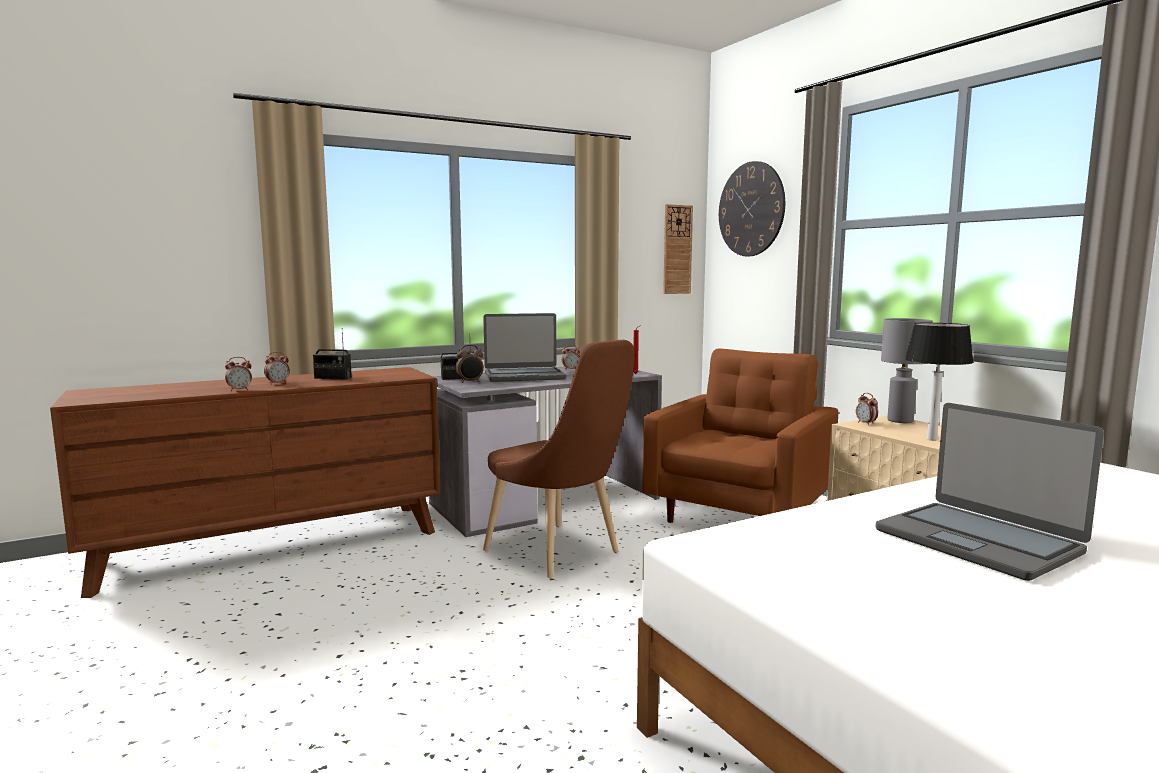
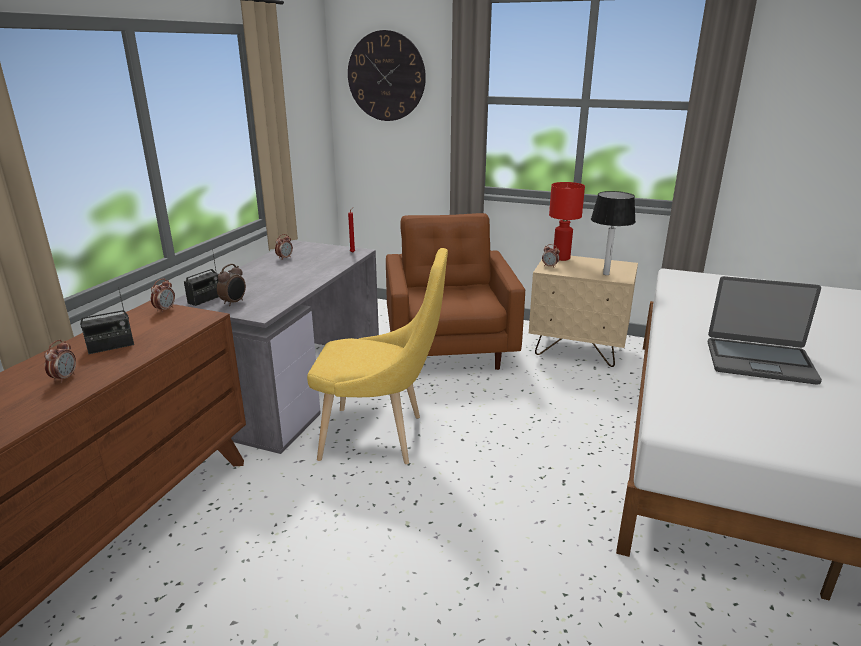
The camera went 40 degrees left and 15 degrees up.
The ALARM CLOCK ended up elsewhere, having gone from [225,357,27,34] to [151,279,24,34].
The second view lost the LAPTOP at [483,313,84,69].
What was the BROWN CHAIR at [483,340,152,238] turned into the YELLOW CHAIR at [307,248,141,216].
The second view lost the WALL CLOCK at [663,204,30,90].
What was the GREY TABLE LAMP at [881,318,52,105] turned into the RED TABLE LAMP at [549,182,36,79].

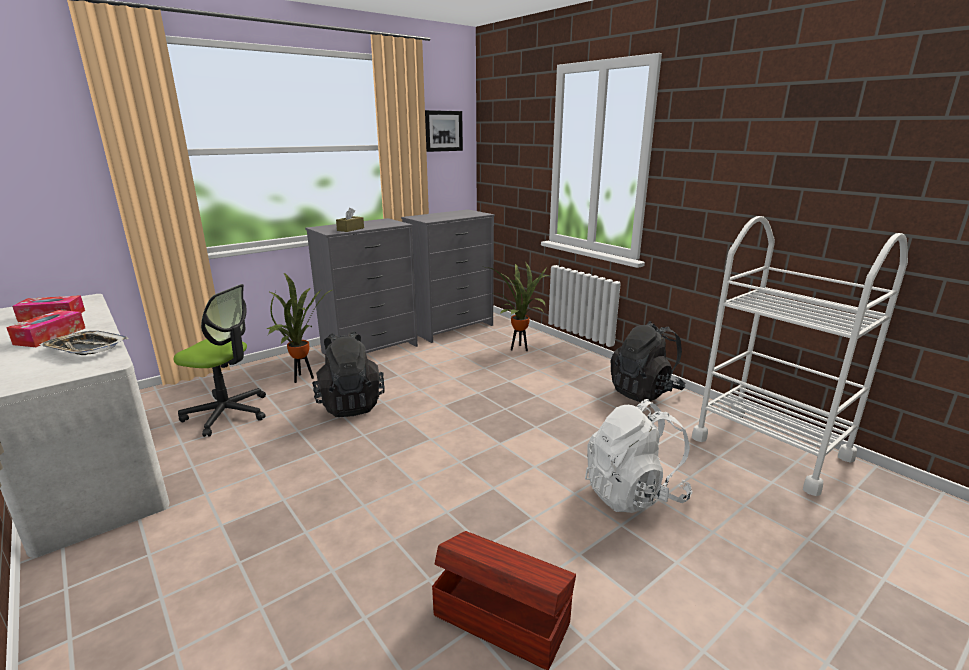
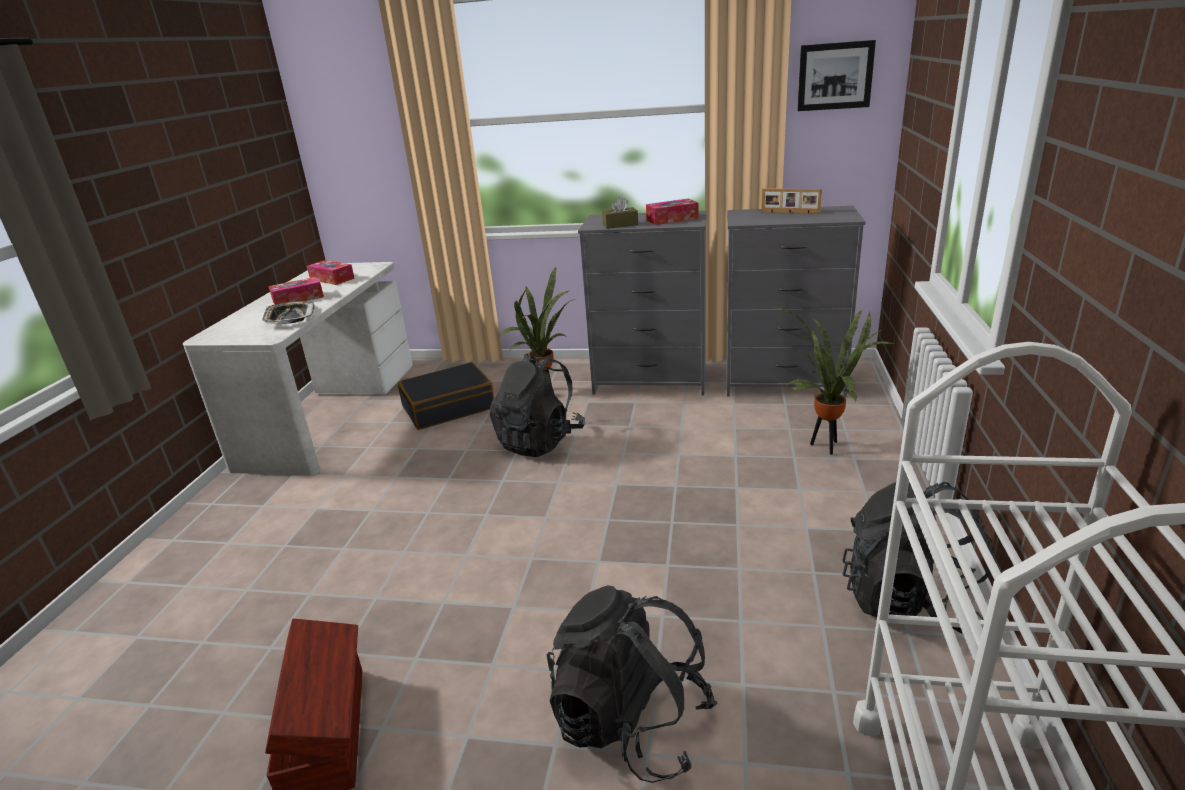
The camera went 50 degrees right and 5 degrees up.
Where the OFFICE CHAIR stood at [174,284,92,153], the BLACK SUITCASE came to stand at [398,362,96,68].
What was the WHITE BACKPACK at [585,399,107,114] turned into the BLACK BACKPACK at [547,585,170,198].
The second view gained the TISSUE BOX at [646,198,53,27].
The second view gained the PICTURE FRAME at [761,188,61,26].

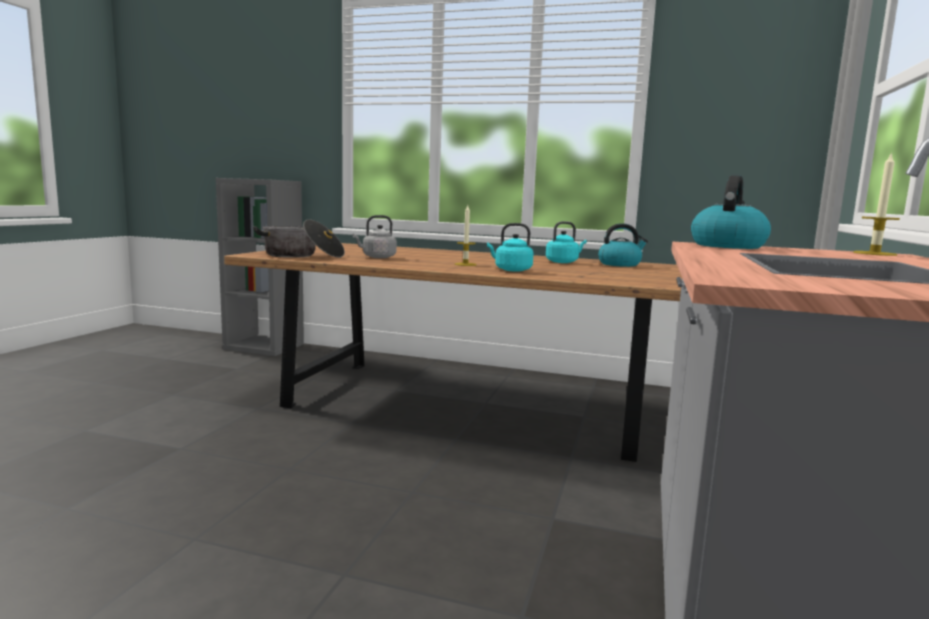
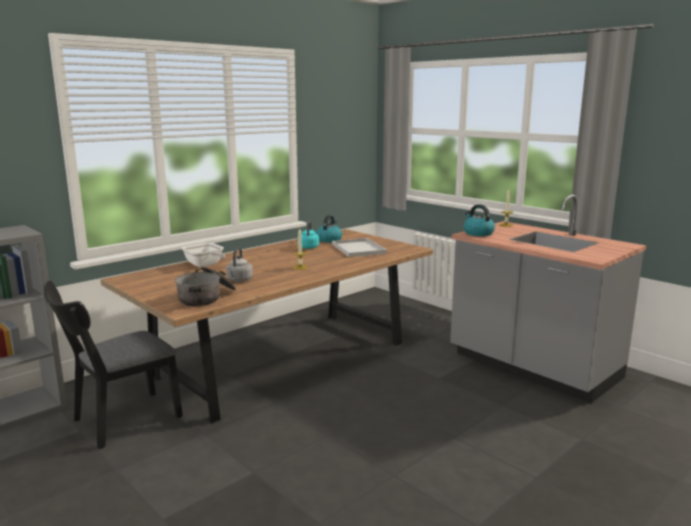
The camera went 60 degrees left and 5 degrees up.
The second view lost the TURQUOISE KETTLE at [487,223,47,49].
The second view gained the BLACK CHAIR at [44,281,139,168].
The second view gained the FRYING PAN at [182,243,43,24].
The second view gained the WHITE TRAY at [332,238,55,19].

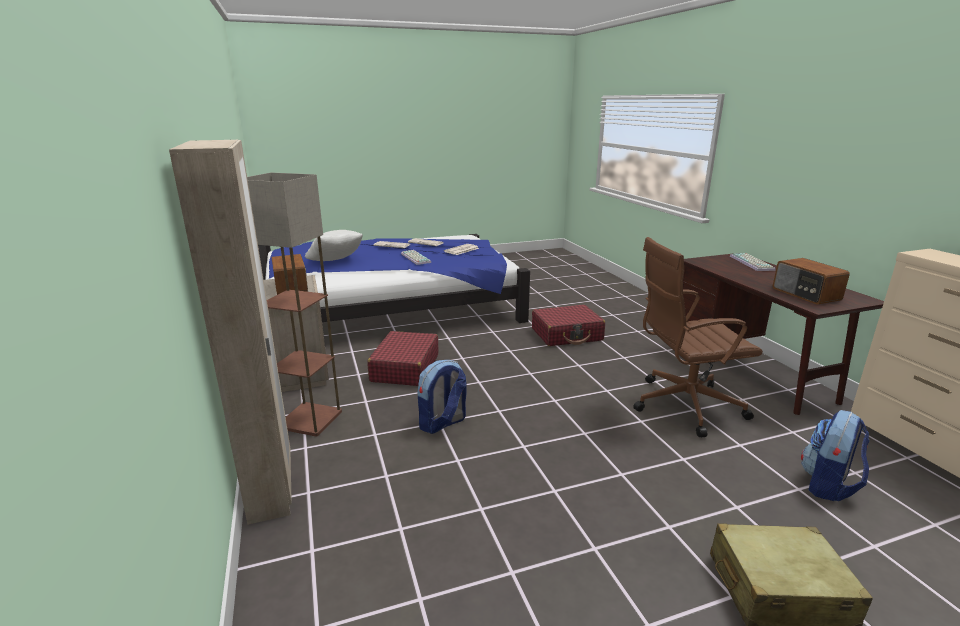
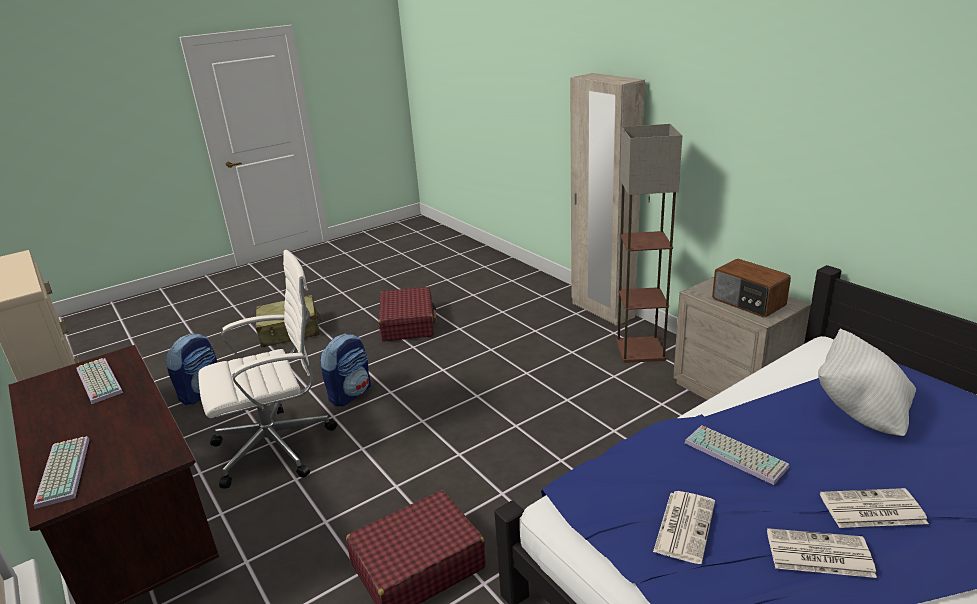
The camera went 165 degrees right and 5 degrees up.
The RED SUITCASE ended up elsewhere, having gone from [368,331,70,55] to [378,286,59,56].
The BACKPACK ended up elsewhere, having gone from [418,360,49,74] to [320,334,51,73].
What was the BROWN OFFICE CHAIR at [633,237,130,200] turned into the WHITE OFFICE CHAIR at [198,250,139,239].
Where the RADIO stood at [773,258,77,46], the KEYBOARD came to stand at [77,358,46,46].

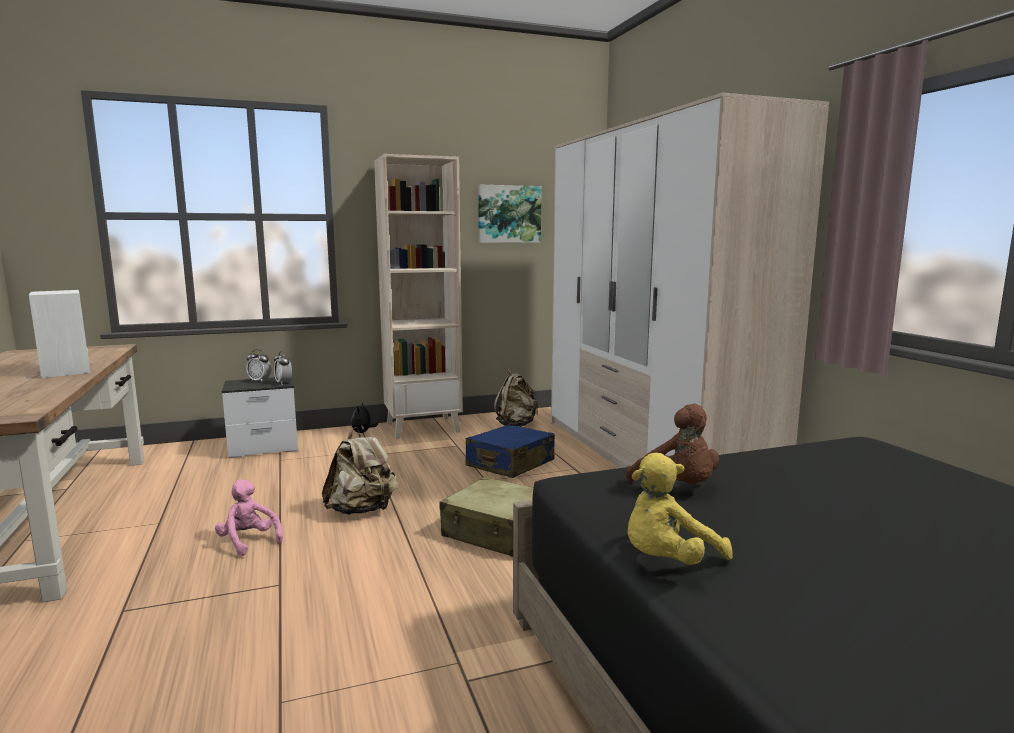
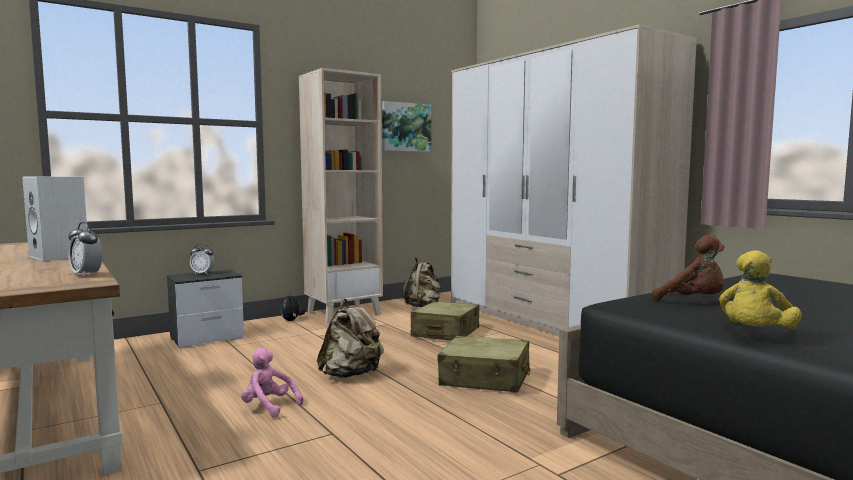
The camera went 15 degrees left and 5 degrees down.
The ALARM CLOCK ended up elsewhere, having gone from [274,351,18,33] to [68,222,35,55].
What was the BLUE SUITCASE at [465,424,90,54] turned into the BEIGE SUITCASE at [411,301,68,40].

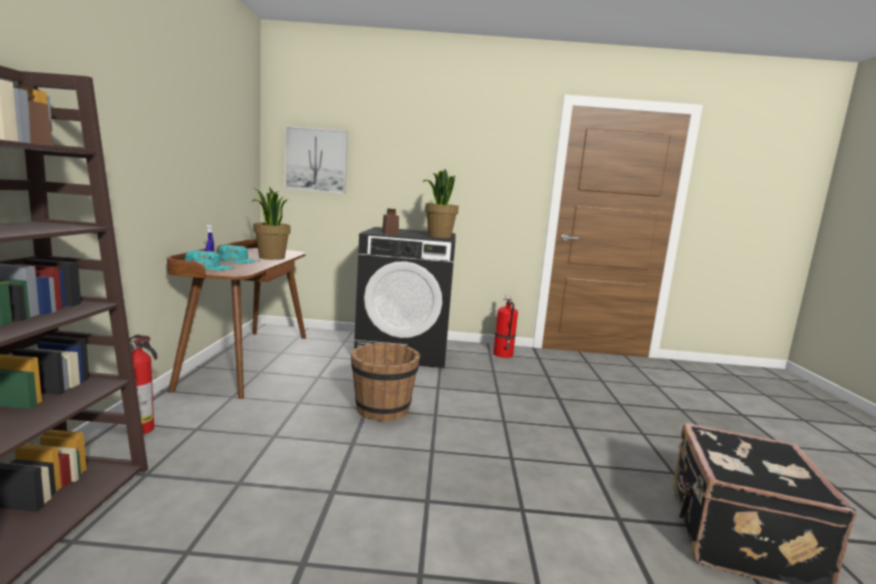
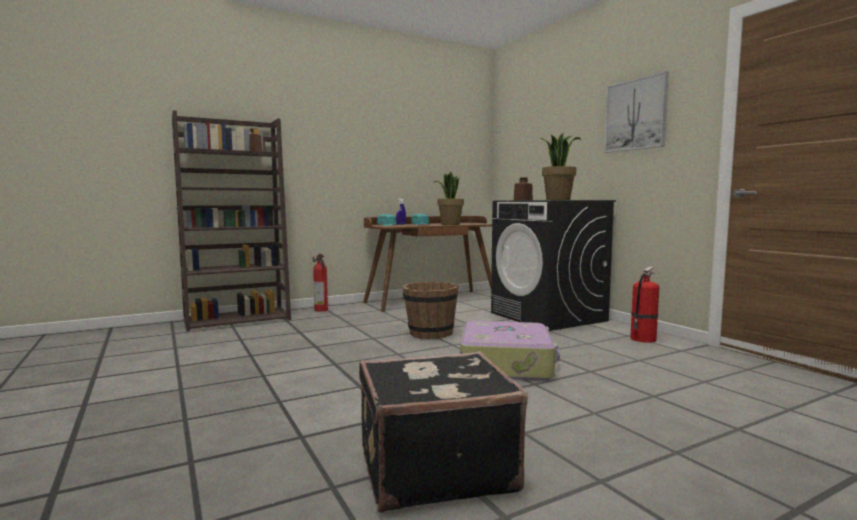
The camera went 60 degrees right and 5 degrees down.
The PICTURE ended up elsewhere, having gone from [285,126,63,68] to [604,71,65,82].
The second view gained the SUITCASE at [460,321,100,59].

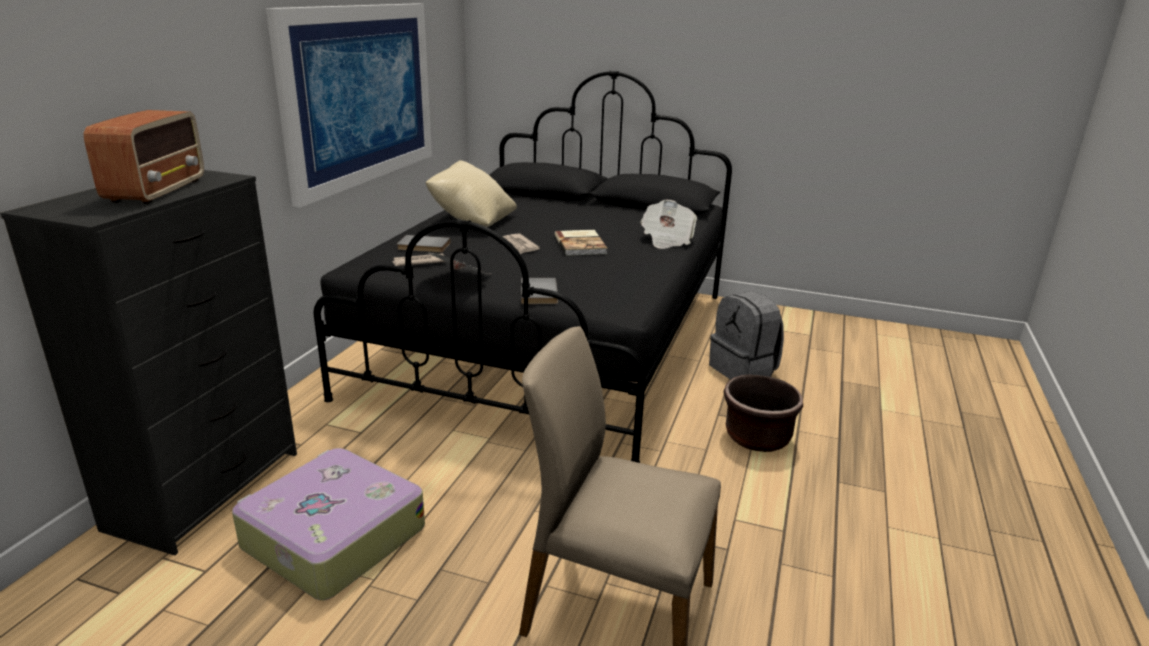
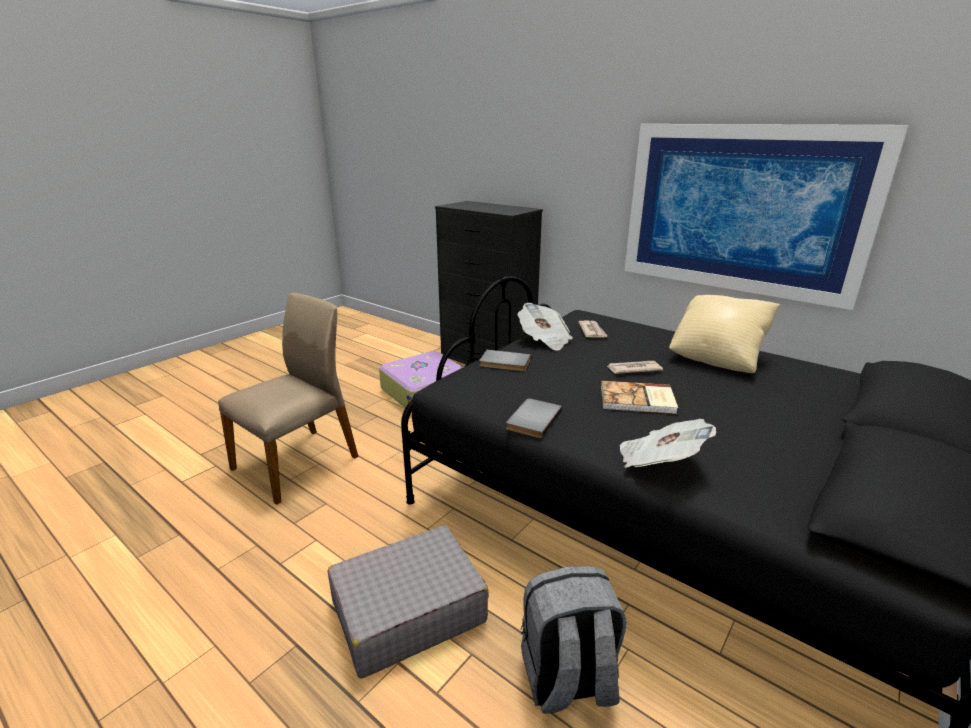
The camera went 110 degrees right and 0 degrees up.
The second view lost the RADIO at [83,110,121,94].
The GREY BOOK ended up elsewhere, having gone from [397,235,54,18] to [506,398,56,40].
Where the BROWN PLANTER stood at [723,375,80,77], the GREY SUITCASE came to stand at [327,525,162,153].

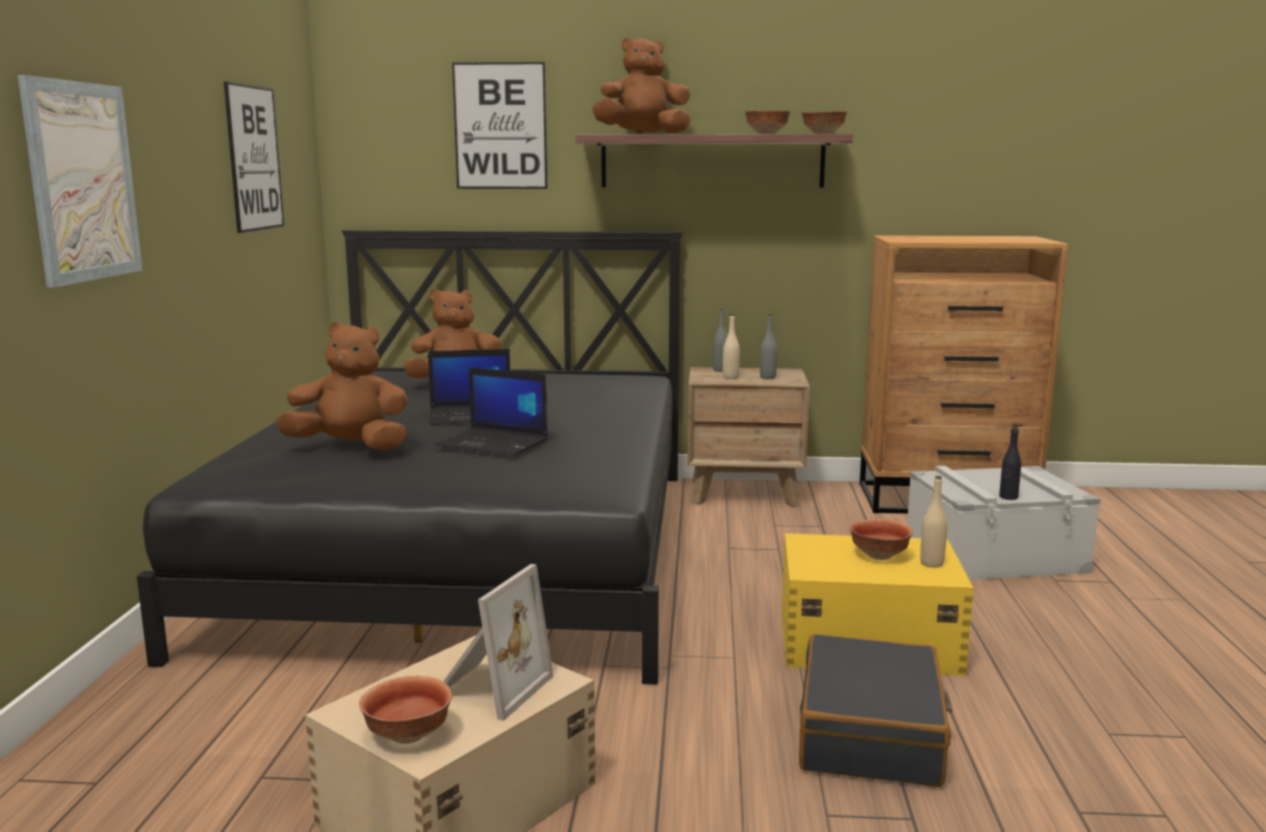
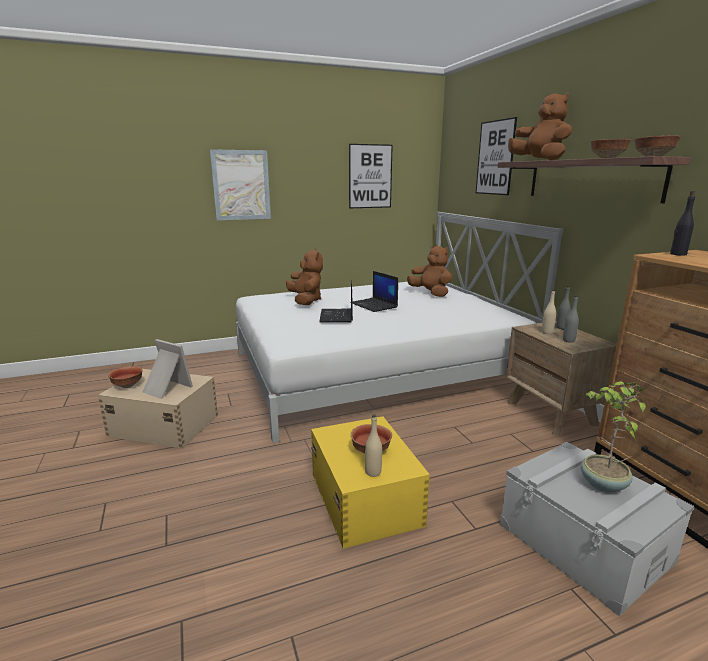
The camera went 65 degrees right and 5 degrees up.
What was the BLACK BED at [137,230,546,455] turned into the WHITE BED at [236,212,328,231].
The PICTURE FRAME at [443,564,110,157] ended up facing another way, 150 degrees counterclockwise from before.
The second view lost the BLACK SUITCASE at [799,634,154,153].
The BLACK BOTTLE ended up elsewhere, having gone from [999,423,22,77] to [670,191,26,65].
The second view gained the POTTED PLANT at [581,382,65,111].

